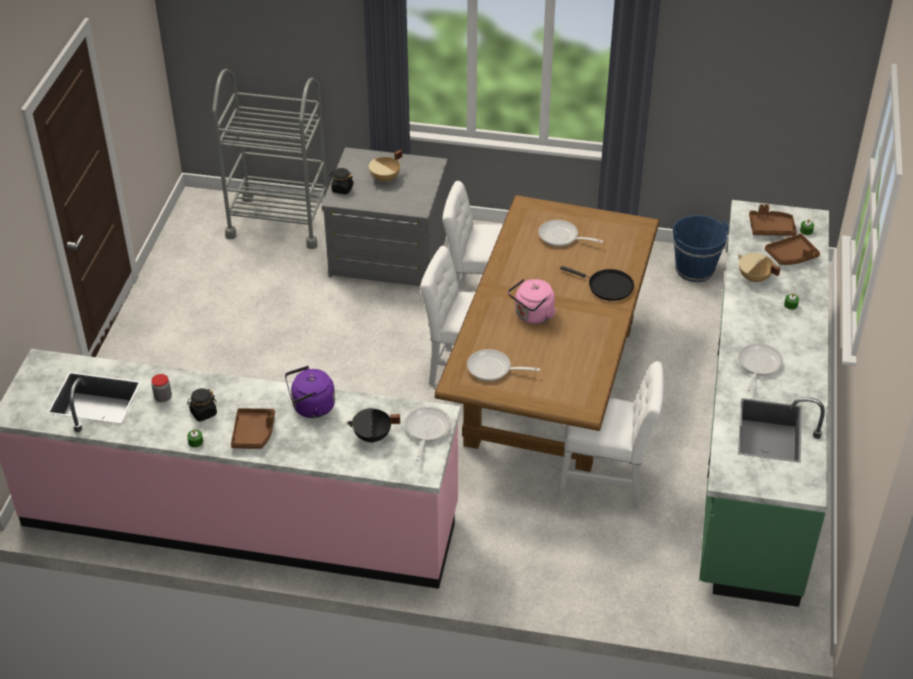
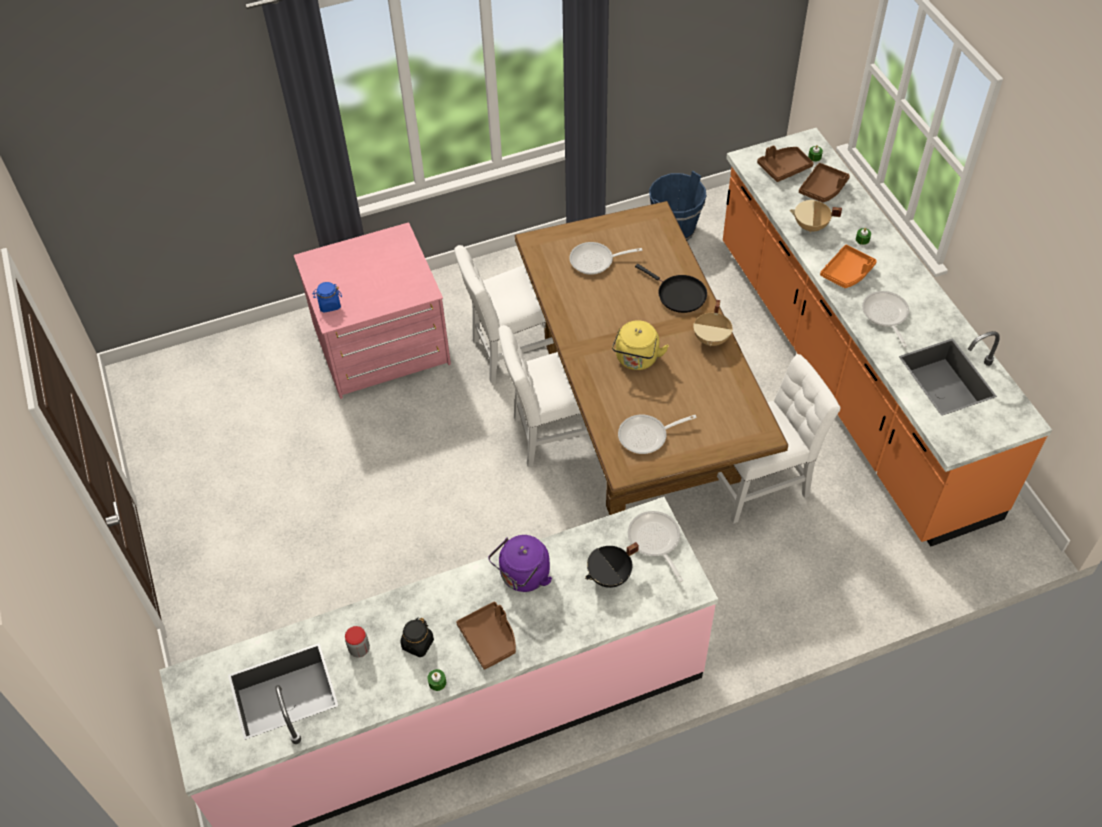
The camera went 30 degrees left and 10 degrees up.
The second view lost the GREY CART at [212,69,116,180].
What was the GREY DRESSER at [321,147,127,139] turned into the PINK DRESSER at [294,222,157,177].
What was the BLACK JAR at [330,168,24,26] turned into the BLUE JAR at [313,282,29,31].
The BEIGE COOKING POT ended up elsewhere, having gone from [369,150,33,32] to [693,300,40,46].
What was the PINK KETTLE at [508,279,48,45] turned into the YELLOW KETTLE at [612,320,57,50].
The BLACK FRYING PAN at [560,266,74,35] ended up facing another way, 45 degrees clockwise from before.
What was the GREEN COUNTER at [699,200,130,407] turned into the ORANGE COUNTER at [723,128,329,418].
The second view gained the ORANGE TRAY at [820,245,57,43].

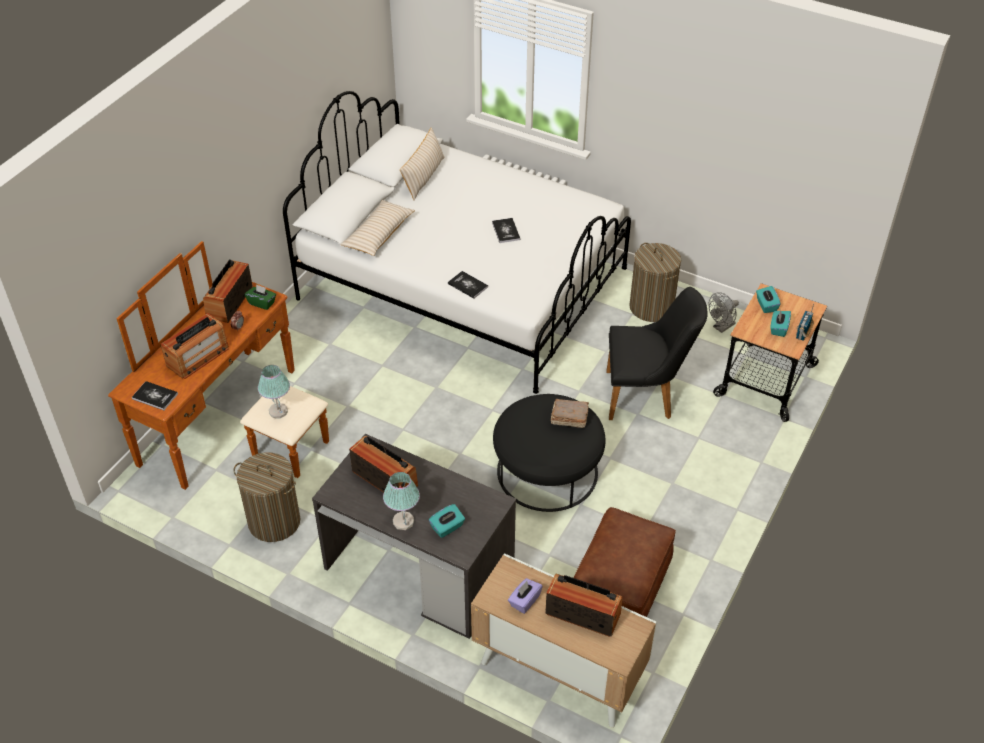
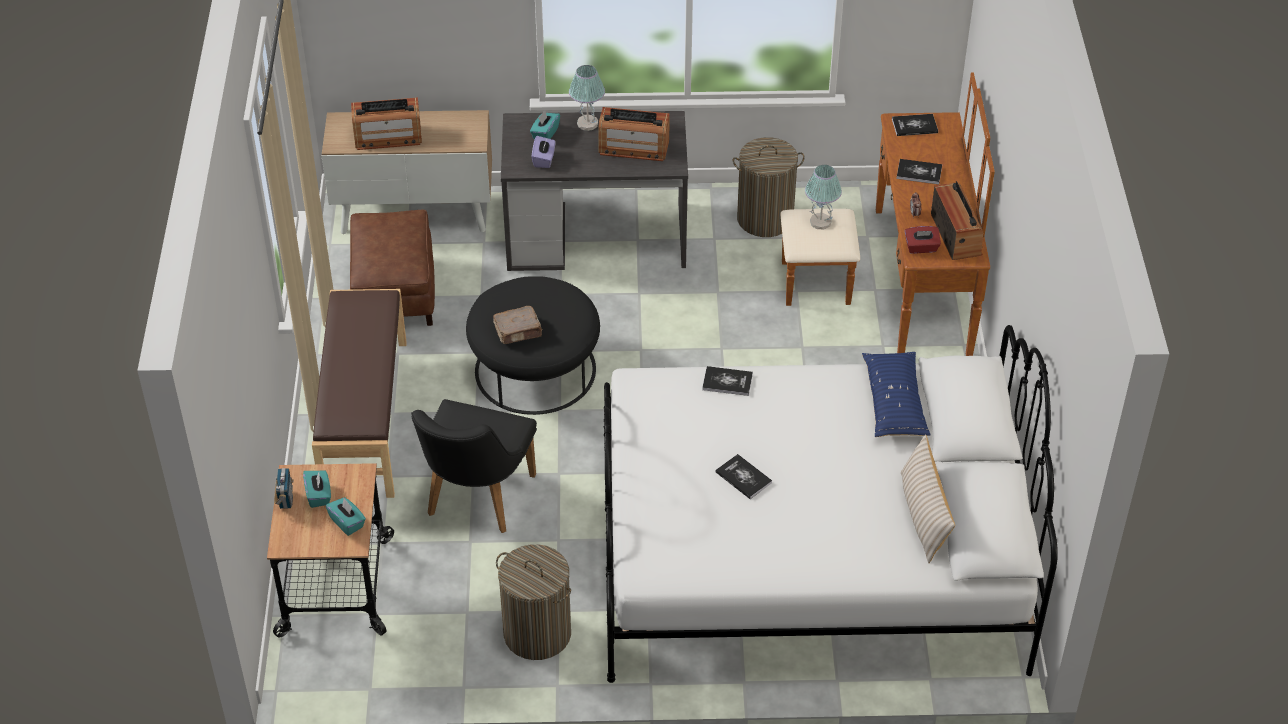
The camera went 150 degrees right and 0 degrees up.
Where the RADIO stood at [161,313,68,66], the BOOK came to stand at [896,159,46,26].
What was the GREEN TISSUE BOX at [245,284,31,26] turned into the RED TISSUE BOX at [905,226,36,28].
What was the BEIGE PILLOW at [340,200,75,56] turned into the BLUE PILLOW at [862,352,68,85].
The PURPLE TISSUE BOX ended up elsewhere, having gone from [508,578,35,36] to [532,136,23,32].
The BLACK CHAIR at [606,287,102,133] ended up facing another way, 45 degrees counterclockwise from before.
The second view lost the GREY FAN at [709,292,30,41].
The second view gained the BROWN BENCH at [312,289,95,209].

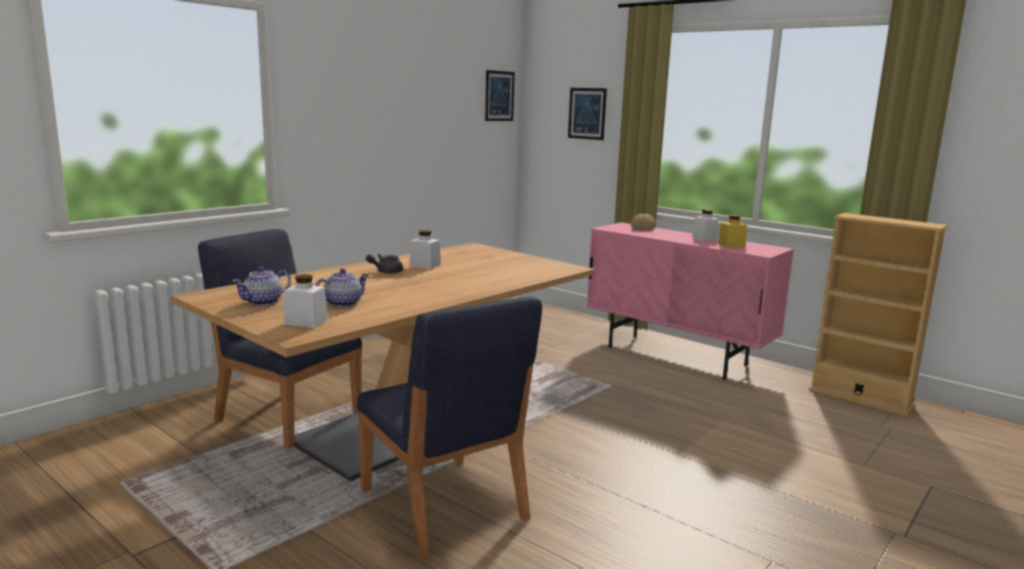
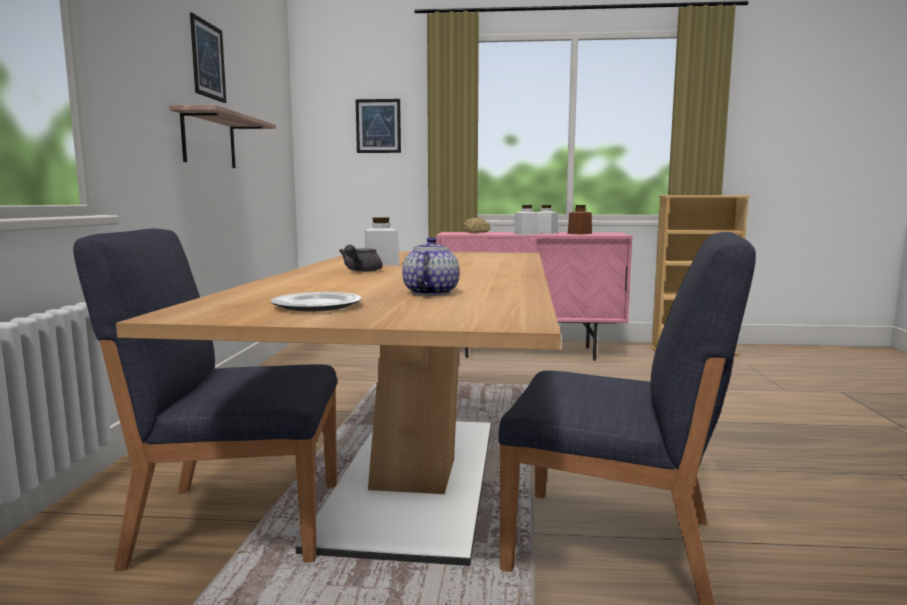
The camera went 35 degrees left and 5 degrees down.
Where the TEAPOT stood at [232,267,59,38], the PLATE came to stand at [271,292,91,20].
The WHITE JAR ended up elsewhere, having gone from [284,274,44,54] to [514,205,26,30].
The PICTURE ended up elsewhere, having gone from [485,70,30,51] to [190,12,36,91].
What was the YELLOW JAR at [718,215,29,33] turned into the BROWN JAR at [568,205,24,30].
The second view gained the SHELF at [169,105,107,63].

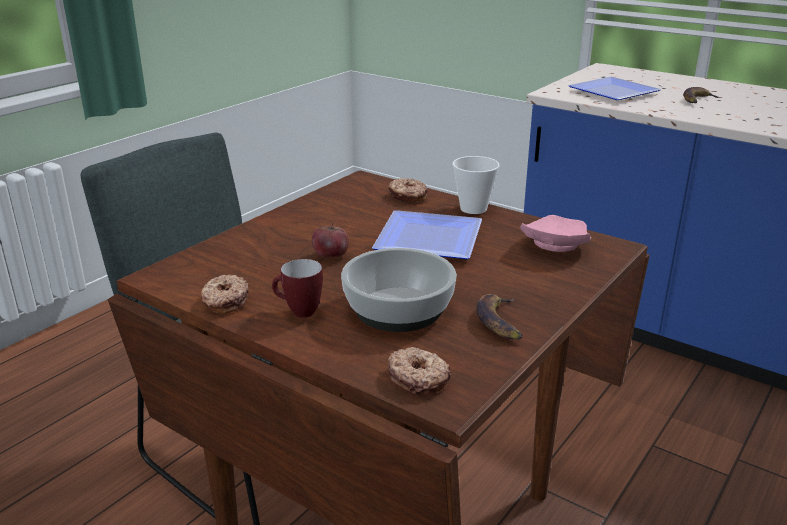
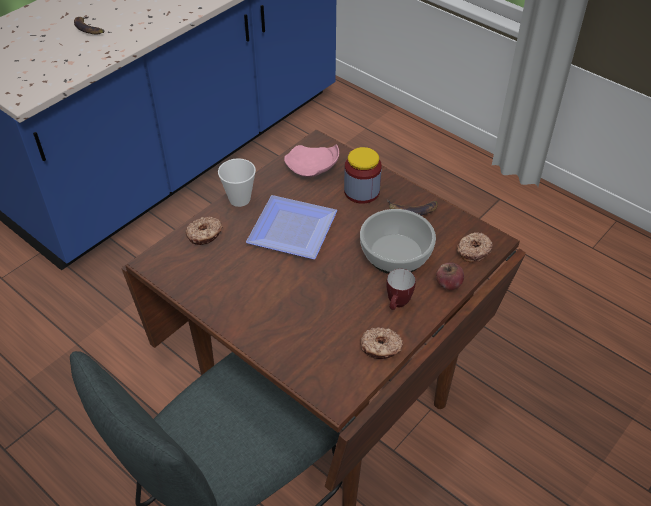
The camera went 85 degrees left and 20 degrees up.
The APPLE ended up elsewhere, having gone from [312,223,37,35] to [436,262,28,28].
The second view lost the PLATE at [568,77,93,23].
The second view gained the JAR at [344,147,38,57].

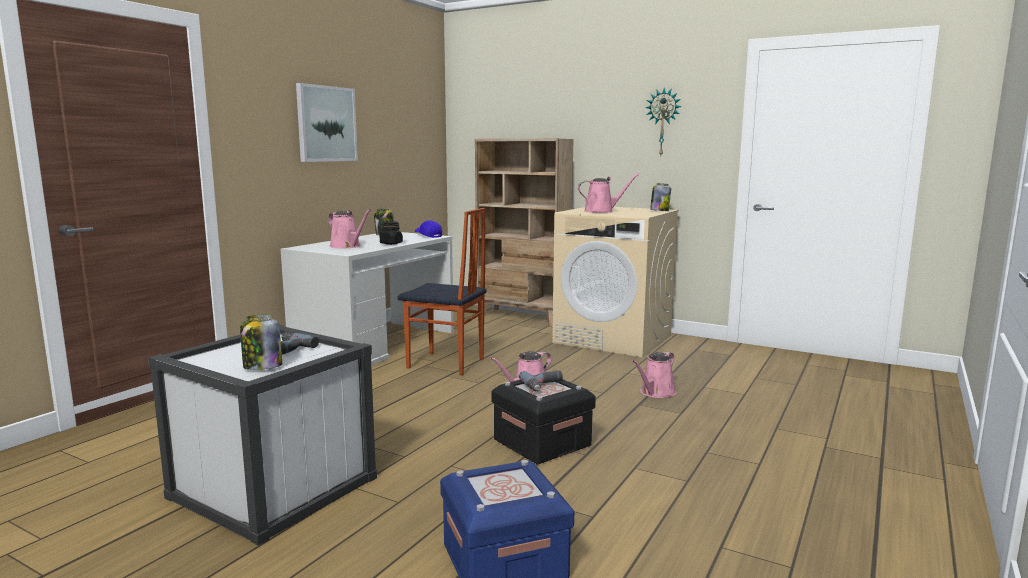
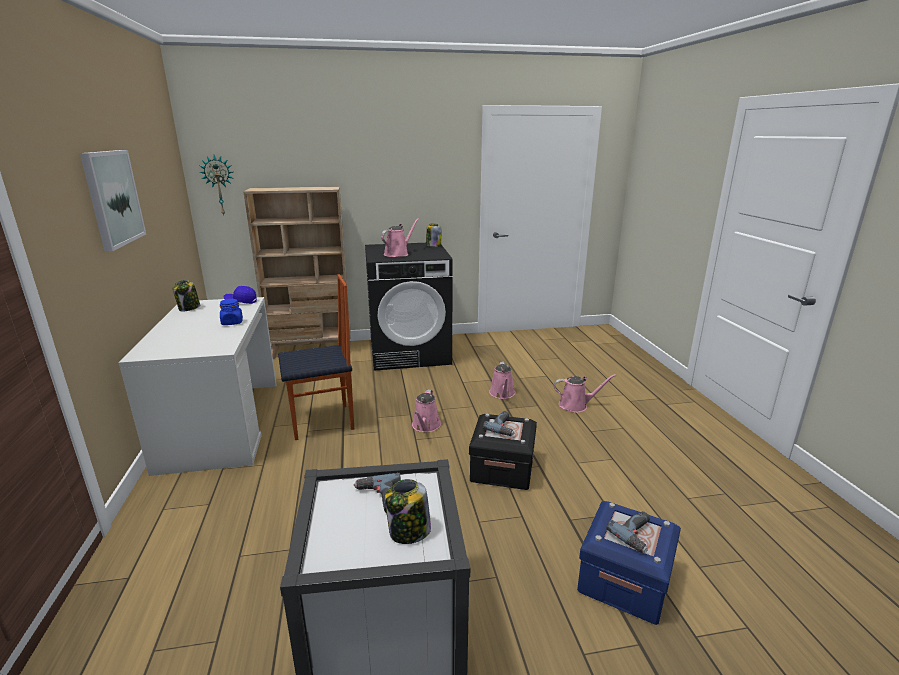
The camera went 40 degrees left and 10 degrees up.
The PINK WATERING CAN ended up elsewhere, having gone from [328,209,43,39] to [554,374,62,39].
What was the BLACK JAR at [380,221,23,24] turned into the BLUE JAR at [220,299,23,26].
What was the BEIGE WASHING MACHINE at [552,207,127,151] turned into the BLACK WASHING MACHINE at [365,243,87,128].
The WALL CLOCK ended up elsewhere, having gone from [645,87,37,69] to [199,155,34,60].
The second view gained the POWER DRILL at [606,511,44,42].

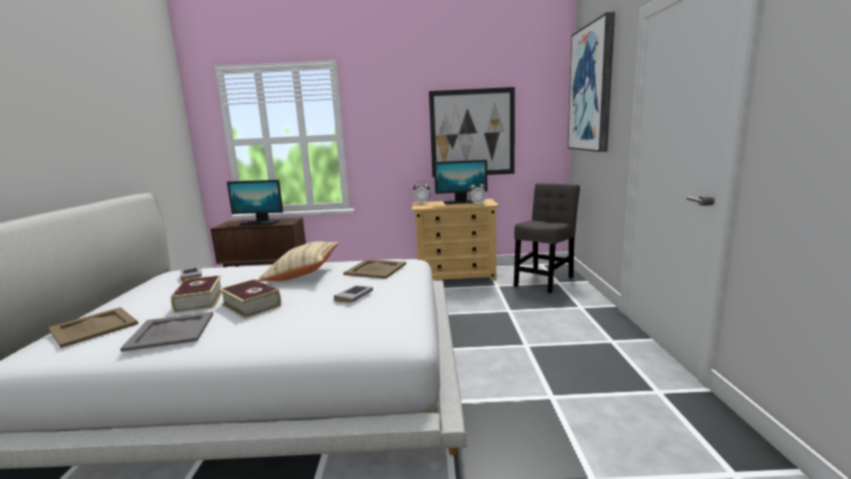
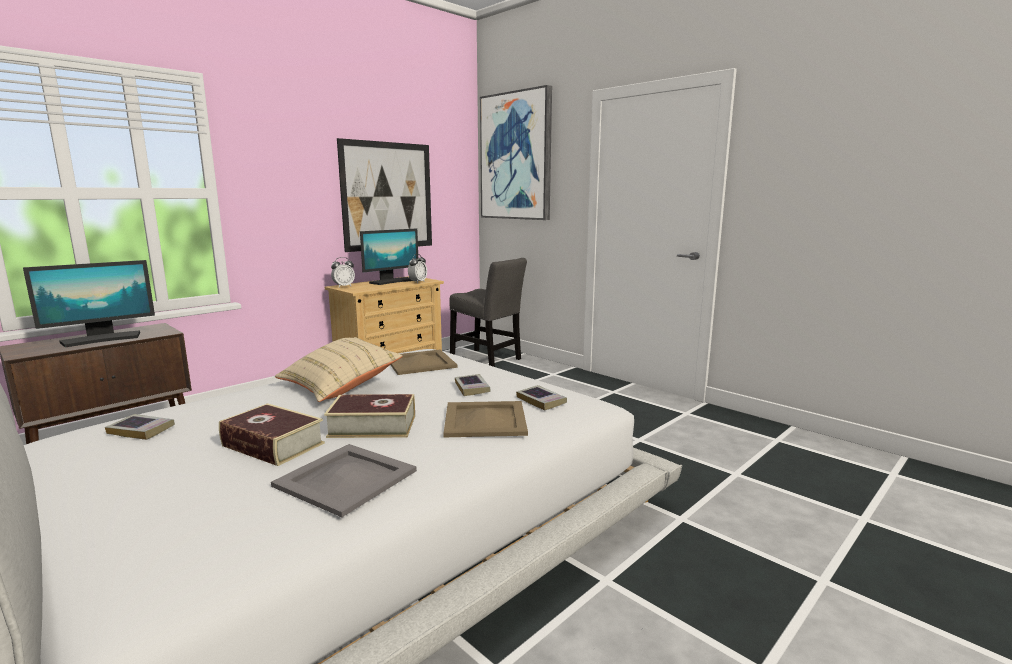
The camera went 45 degrees left and 0 degrees up.
The BEIGE TRAY ended up elsewhere, having gone from [48,307,90,41] to [444,401,84,36].
The GREY CHAIR at [514,183,66,110] ended up facing another way, 135 degrees clockwise from before.
The second view gained the BOOK at [516,385,51,26].

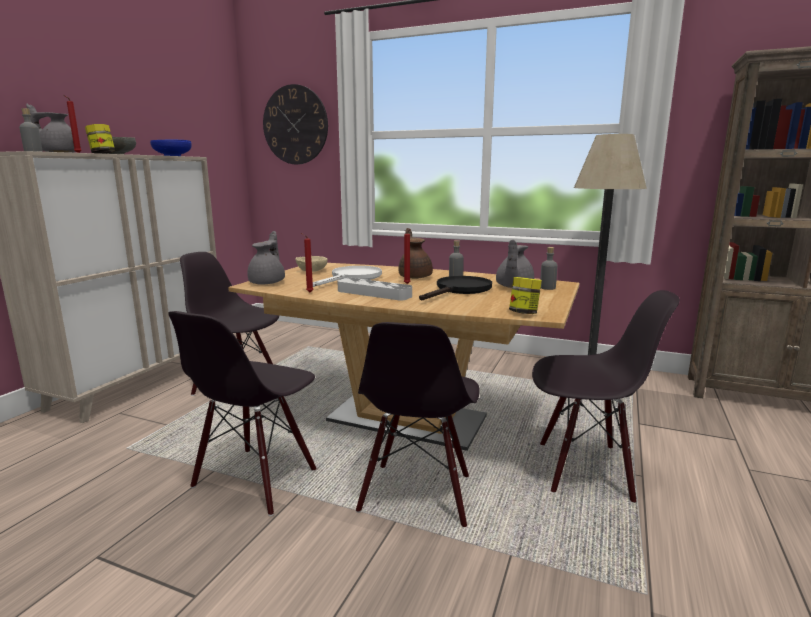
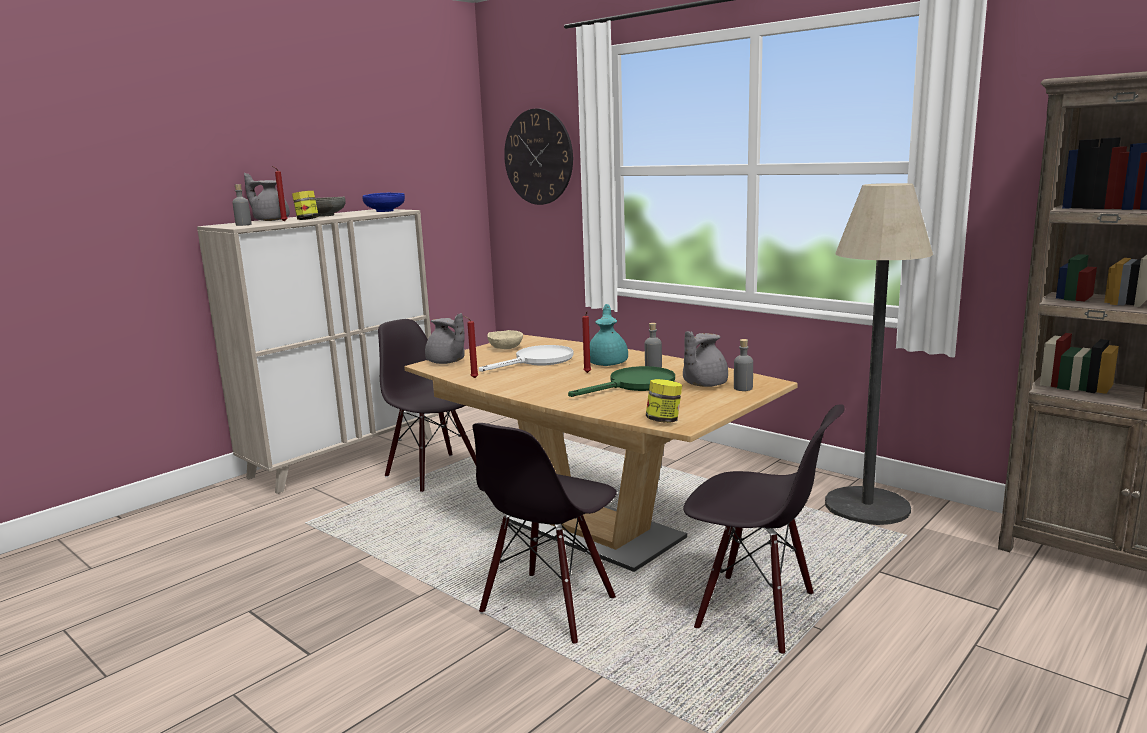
The camera went 20 degrees right and 0 degrees up.
The second view lost the BLACK CHAIR at [168,311,149,205].
The GREY TEAPOT at [247,231,38,54] ended up facing another way, 105 degrees clockwise from before.
The second view lost the GREY TRAY at [337,278,75,23].
What was the BROWN TEAPOT at [398,228,35,51] turned into the TURQUOISE TEAPOT at [590,304,38,62].
What was the BLACK FRYING PAN at [419,276,73,24] turned into the GREEN FRYING PAN at [568,366,107,31].

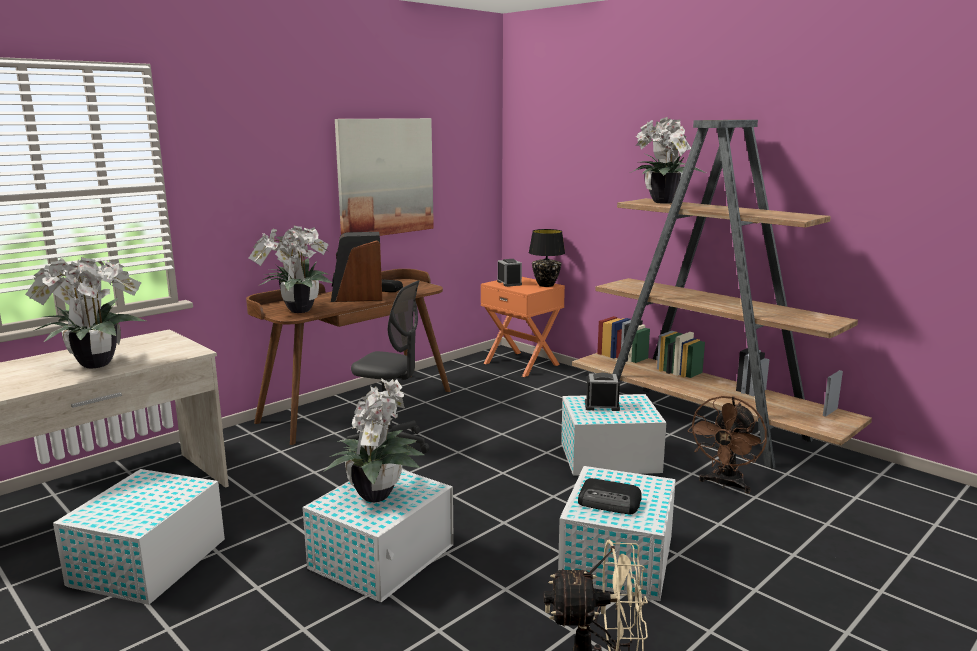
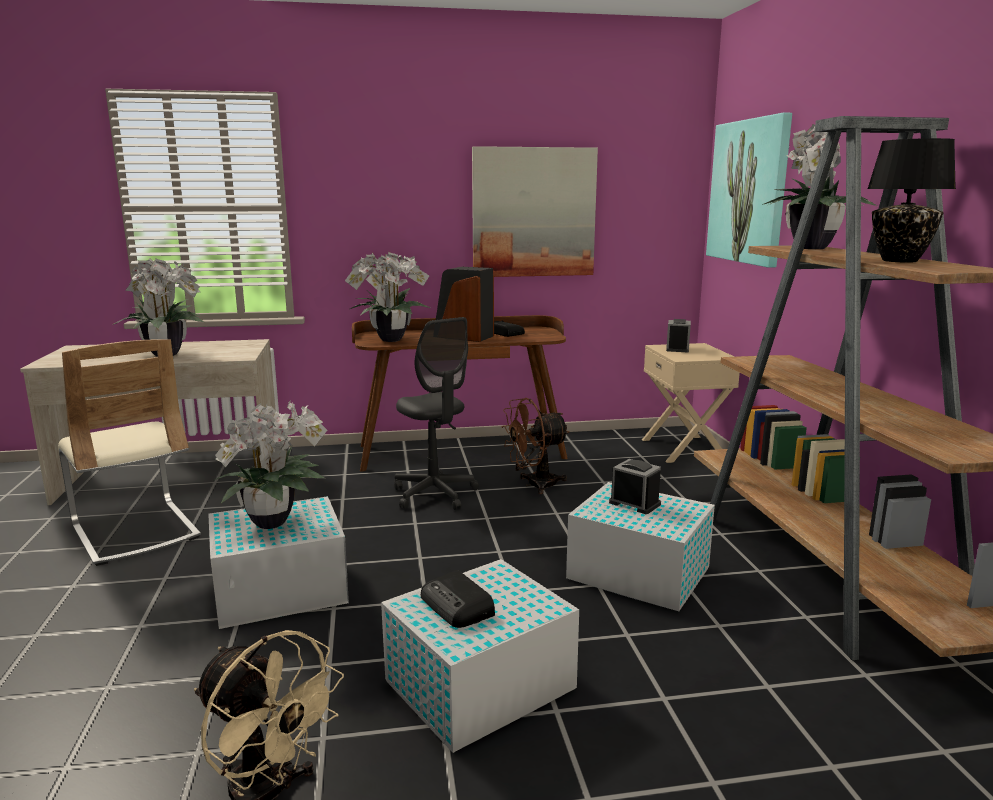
The camera went 35 degrees right and 0 degrees up.
Where the WHITE STORAGE BOX stood at [53,469,172,136], the BEIGE CHAIR came to stand at [58,339,143,227].
What was the ORANGE NIGHTSTAND at [481,277,84,100] turned into the BEIGE NIGHTSTAND at [642,343,98,120].
The BLACK TABLE LAMP ended up elsewhere, having gone from [529,229,36,58] to [867,138,89,125].
The BROWN FAN ended up elsewhere, having gone from [688,396,79,98] to [501,398,68,96].
The second view gained the PICTURE at [706,112,86,156].

